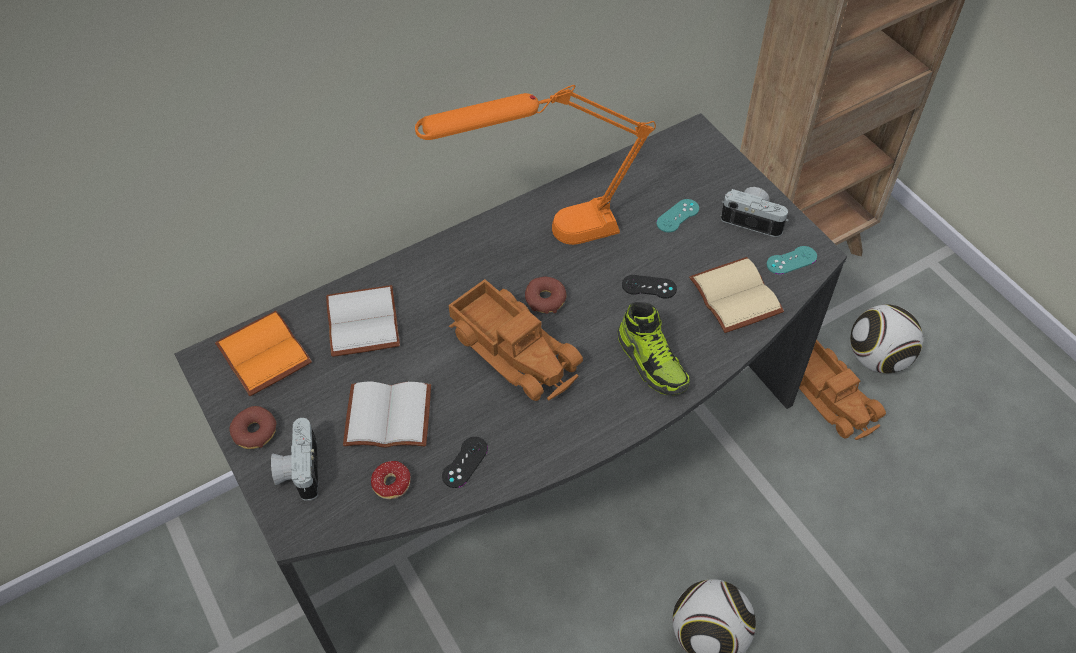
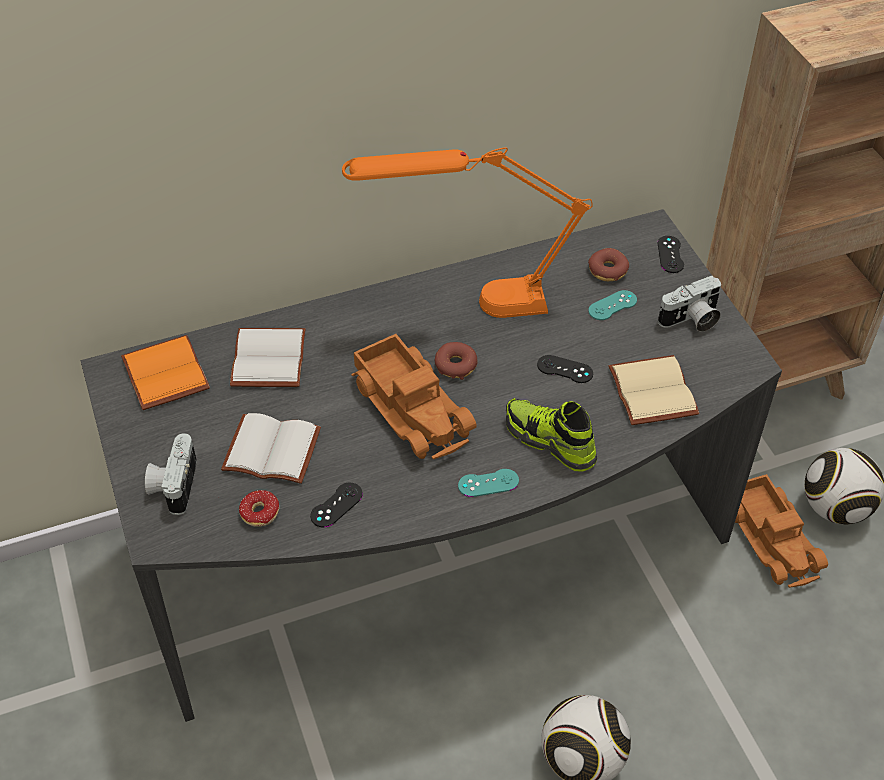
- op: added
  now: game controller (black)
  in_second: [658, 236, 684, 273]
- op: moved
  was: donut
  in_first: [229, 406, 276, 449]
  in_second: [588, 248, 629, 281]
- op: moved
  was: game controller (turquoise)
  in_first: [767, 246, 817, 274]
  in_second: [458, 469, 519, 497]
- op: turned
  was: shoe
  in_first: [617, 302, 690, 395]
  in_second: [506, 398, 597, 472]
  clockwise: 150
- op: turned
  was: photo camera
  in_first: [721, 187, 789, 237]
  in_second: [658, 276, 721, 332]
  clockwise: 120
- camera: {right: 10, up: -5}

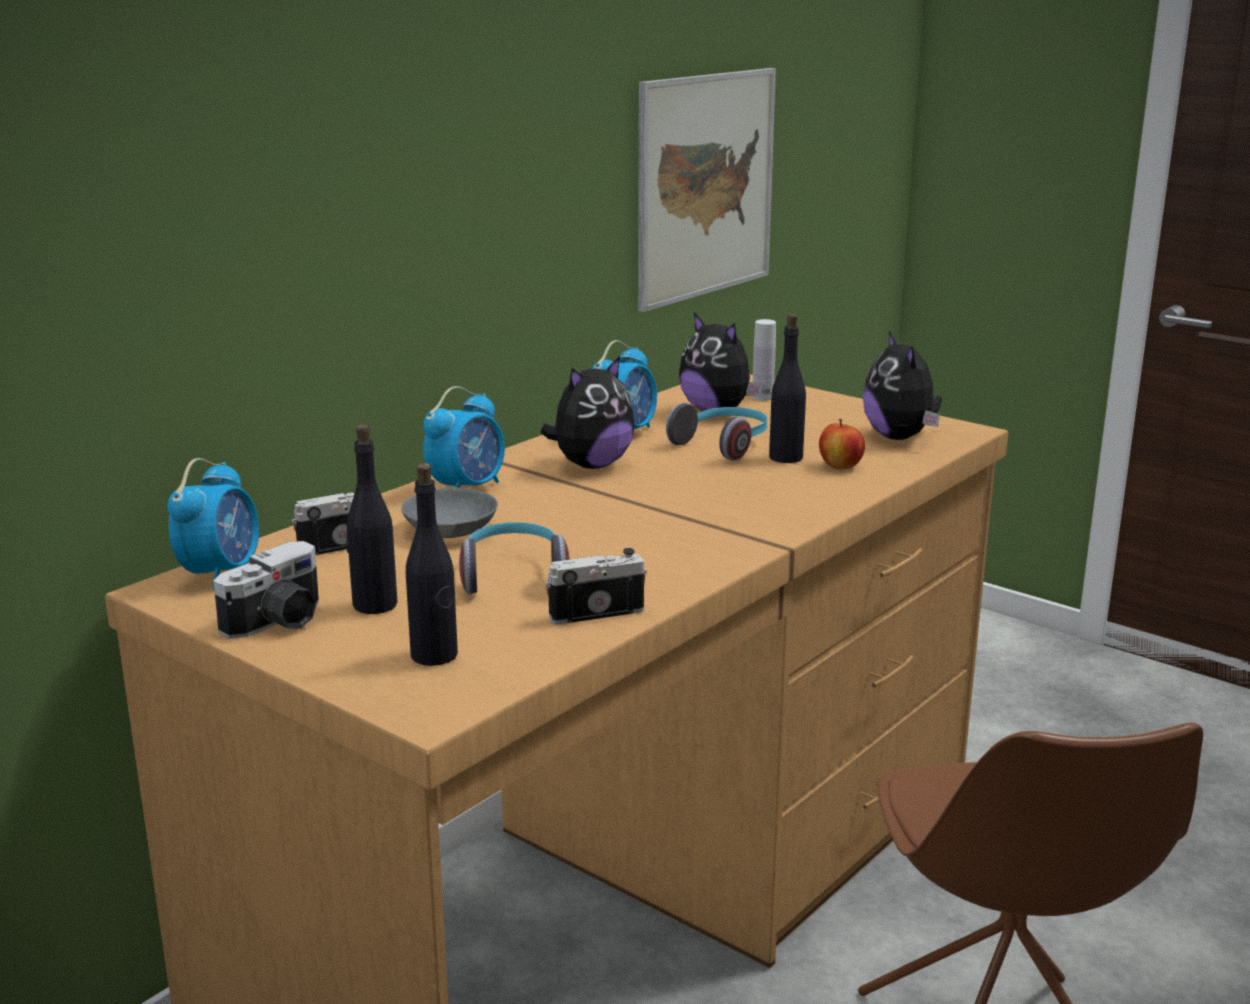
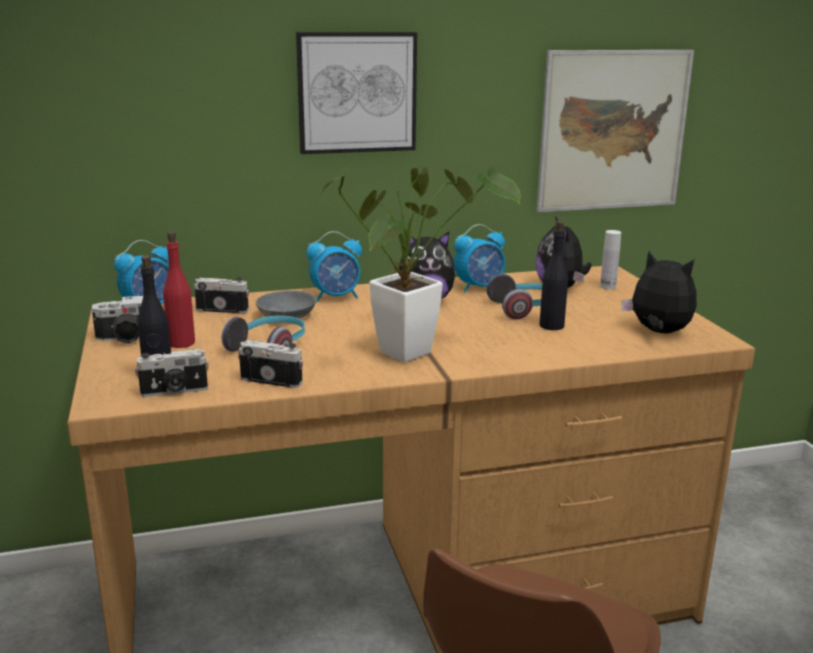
- op: removed
  was: apple
  in_first: [819, 419, 865, 469]
- op: added
  now: photo camera
  in_second: [135, 349, 209, 397]
- op: added
  now: picture
  in_second: [296, 32, 417, 154]
- op: added
  now: potted plant
  in_second: [317, 166, 521, 362]
- op: recoloured
  was: bottle (black)
  now: bottle (red)
  in_first: [346, 425, 397, 614]
  in_second: [163, 232, 195, 348]
- op: turned
  was: plush toy
  in_first: [863, 331, 942, 440]
  in_second: [621, 251, 697, 333]
  clockwise: 105
- camera: {right: 35, up: 0}

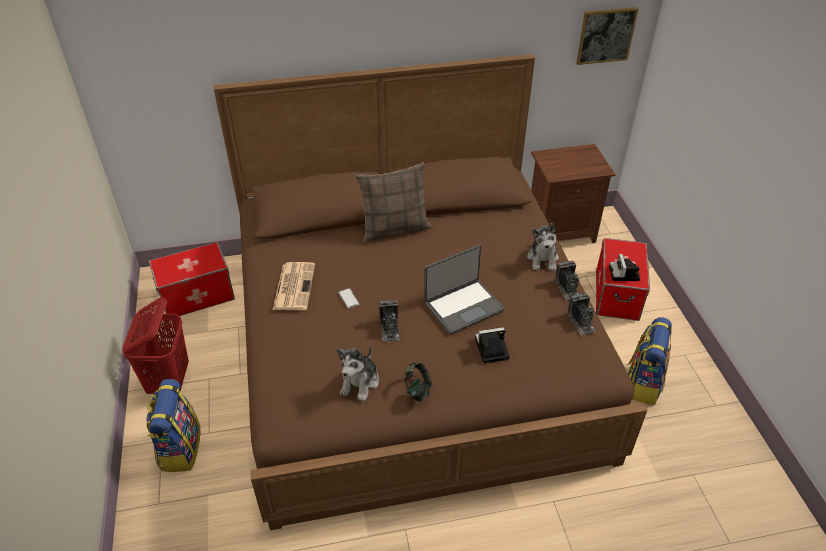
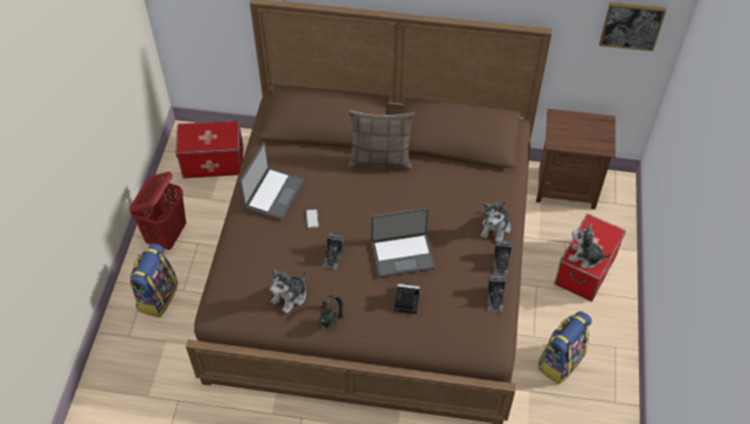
- op: replaced
  was: newspaper
  now: laptop
  in_first: [273, 262, 315, 310]
  in_second: [239, 142, 304, 220]
- op: replaced
  was: photo camera
  now: plush toy
  in_first: [609, 254, 640, 281]
  in_second: [568, 223, 611, 268]
- camera: {right: 20, up: 10}

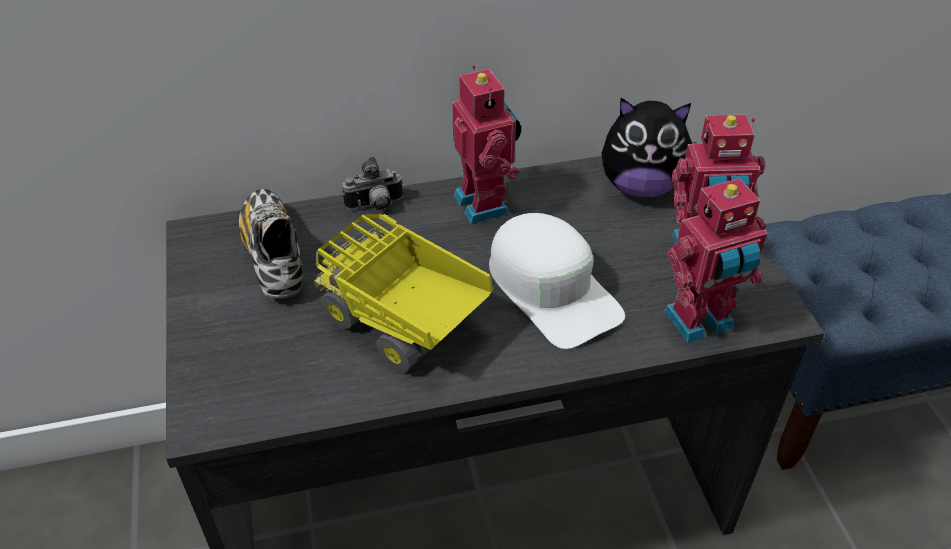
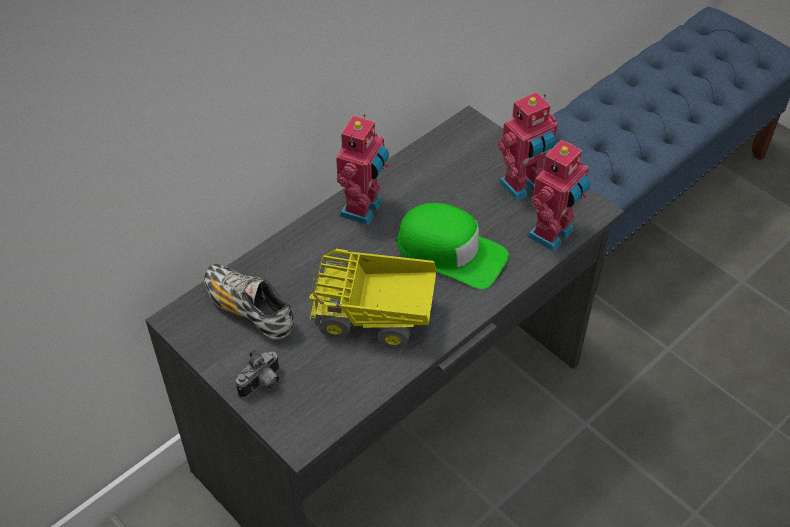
- op: removed
  was: plush toy
  in_first: [602, 98, 692, 198]
- op: moved
  was: photo camera
  in_first: [342, 156, 403, 210]
  in_second: [236, 349, 279, 398]
- op: recoloured
  was: cap (white)
  now: cap (green)
  in_first: [489, 213, 625, 349]
  in_second: [396, 203, 509, 289]
- op: turned
  was: toy robot
  in_first: [452, 65, 521, 224]
  in_second: [336, 114, 389, 225]
  clockwise: 75
- camera: {right: -30, up: 5}

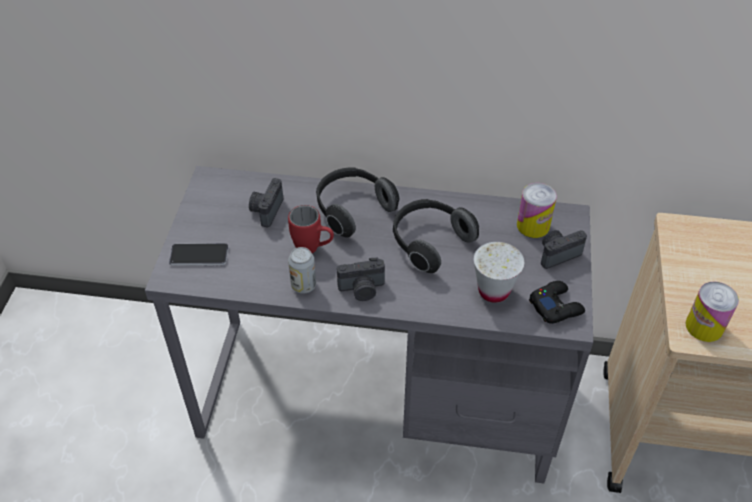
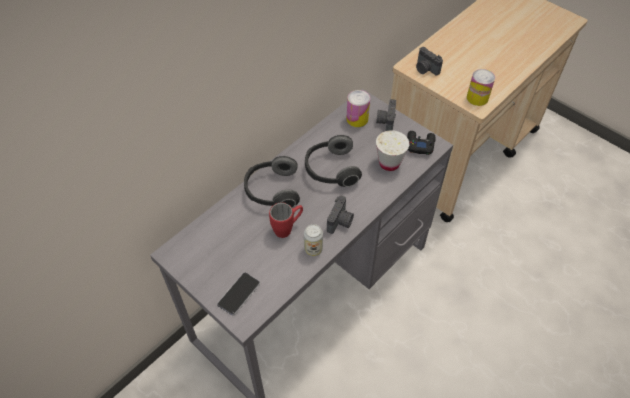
- op: moved
  was: photo camera
  in_first: [249, 178, 283, 228]
  in_second: [416, 47, 443, 76]
- camera: {right: -55, up: 5}

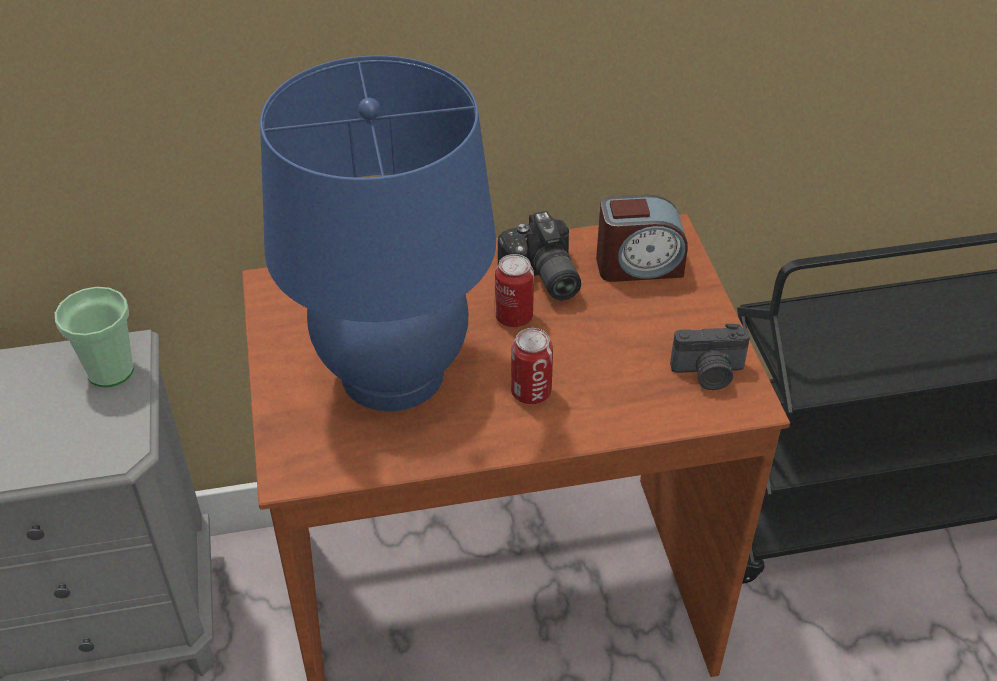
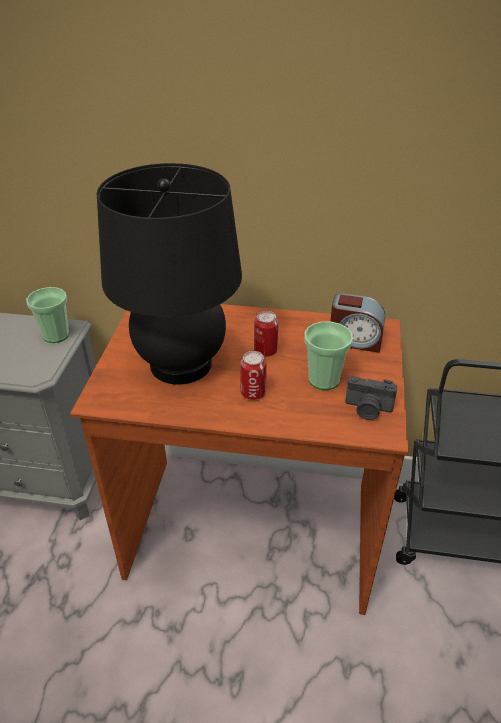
- op: removed
  was: photo camera
  in_first: [498, 211, 581, 300]
- op: added
  now: cup
  in_second: [304, 321, 353, 390]
- op: recoloured
  was: table lamp (blue)
  now: table lamp (black)
  in_first: [260, 56, 496, 411]
  in_second: [97, 163, 242, 385]
- camera: {right: 20, up: -5}

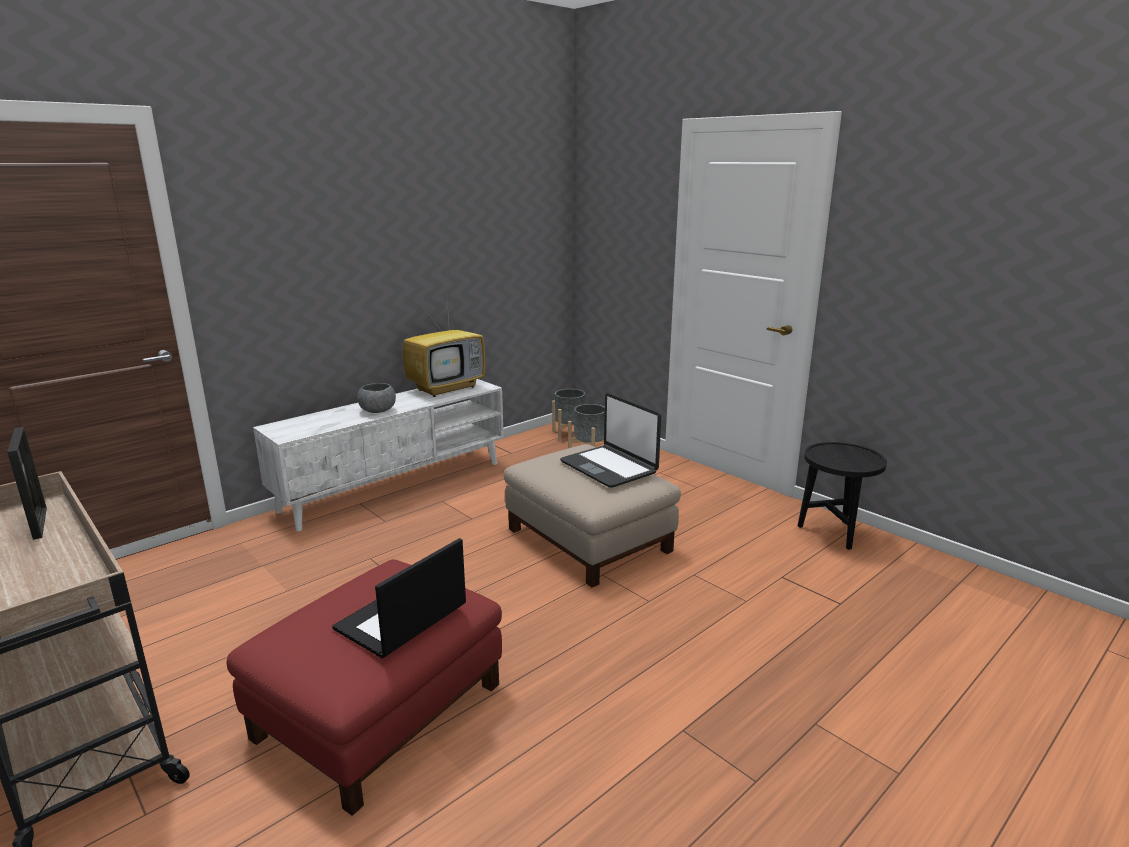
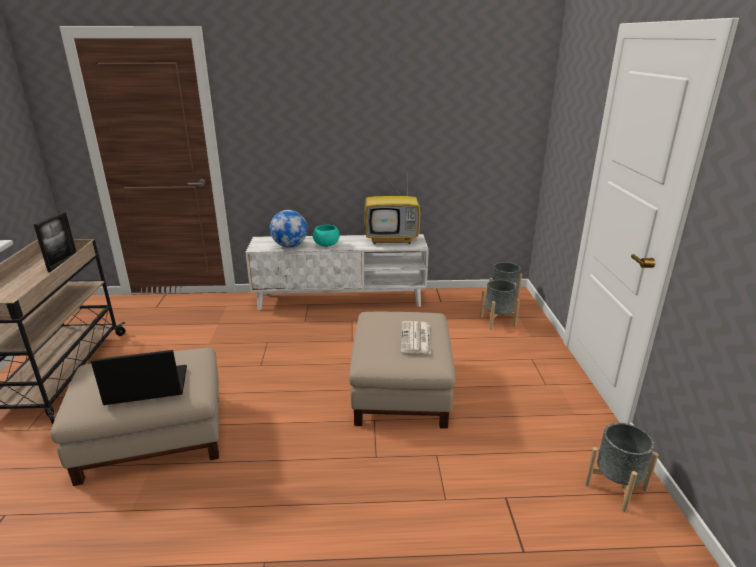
- op: added
  now: globe
  in_second: [270, 210, 308, 248]
- op: replaced
  was: laptop
  now: newspaper
  in_first: [560, 393, 661, 488]
  in_second: [401, 321, 431, 354]
- op: replaced
  was: side table (black)
  now: planter (grey)
  in_first: [798, 442, 887, 550]
  in_second: [584, 423, 659, 512]
- op: recoloured
  was: ottoman (red)
  now: ottoman (beige)
  in_first: [227, 559, 502, 816]
  in_second: [50, 348, 219, 486]
- op: recoloured
  was: bowl (grey)
  now: bowl (turquoise)
  in_first: [357, 383, 396, 413]
  in_second: [313, 225, 340, 247]
- camera: {right: 40, up: 5}

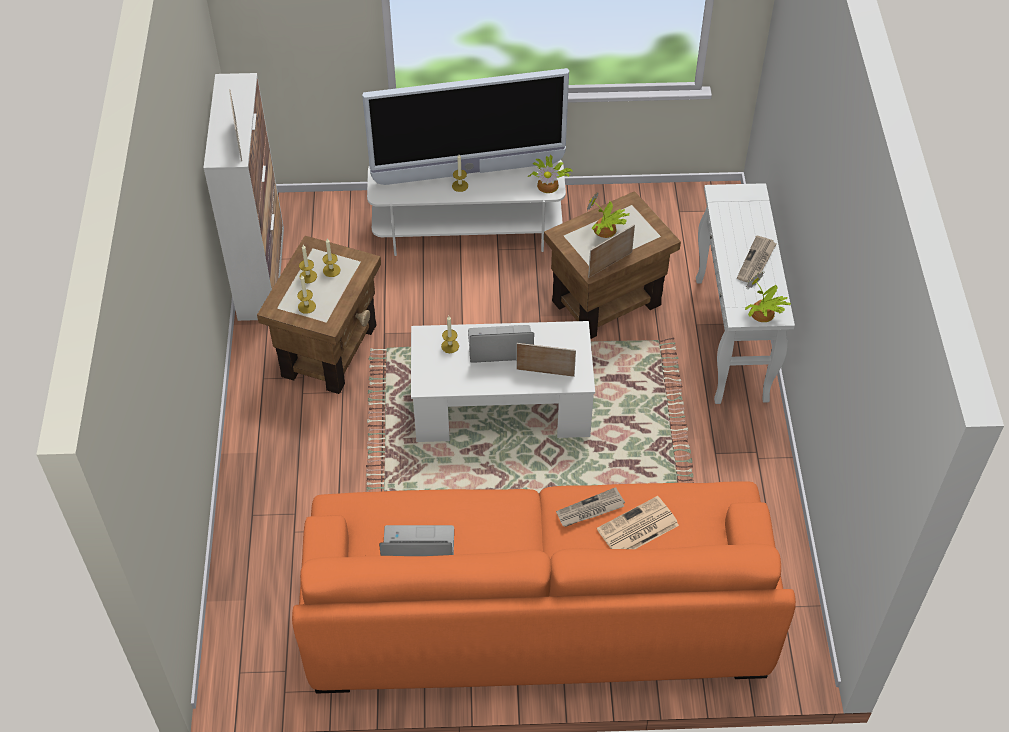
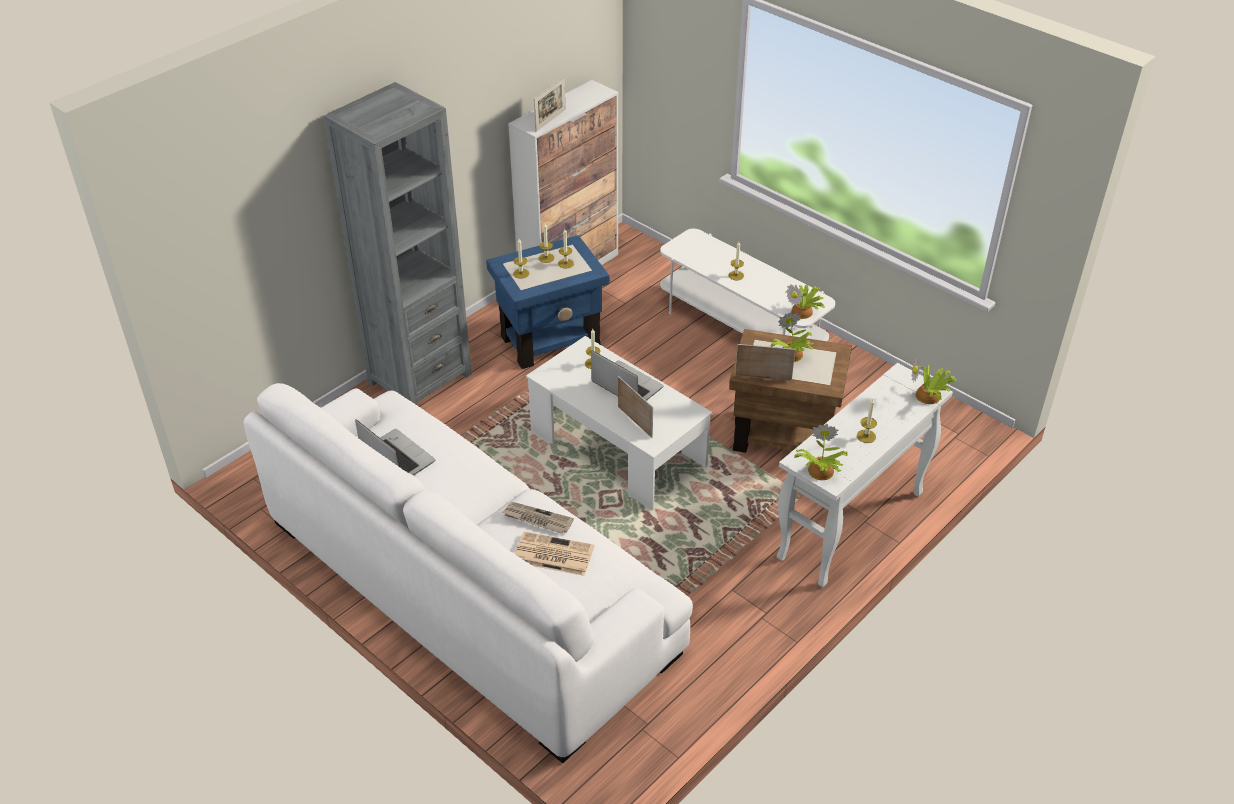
- op: removed
  was: television
  in_first: [362, 68, 569, 185]
- op: added
  now: bookcase (grey)
  in_second: [323, 82, 472, 405]
- op: added
  now: potted plant
  in_second: [911, 358, 957, 404]
- op: replaced
  was: newspaper
  now: candle
  in_first: [737, 235, 776, 283]
  in_second: [857, 399, 877, 443]
- op: recoloured
  was: side table (brown)
  now: side table (blue)
  in_first: [257, 236, 381, 394]
  in_second: [486, 235, 609, 369]
- op: recoloured
  was: sofa (orange)
  now: sofa (white)
  in_first: [292, 481, 796, 694]
  in_second: [243, 383, 693, 763]
- camera: {right: 45, up: -10}

